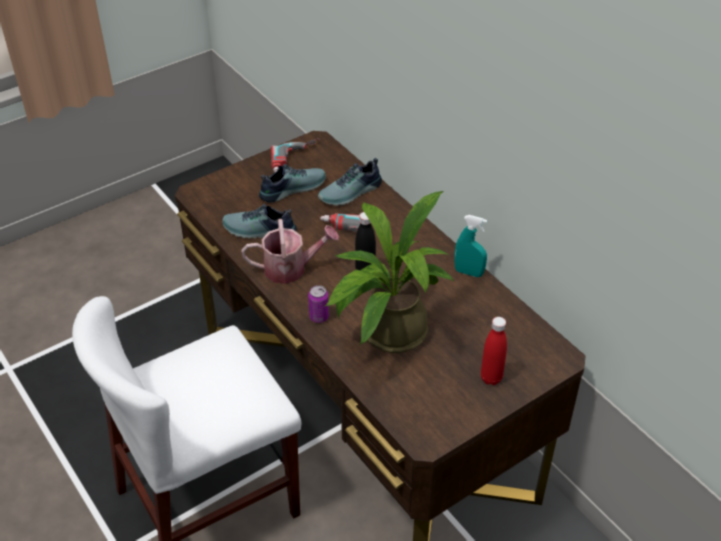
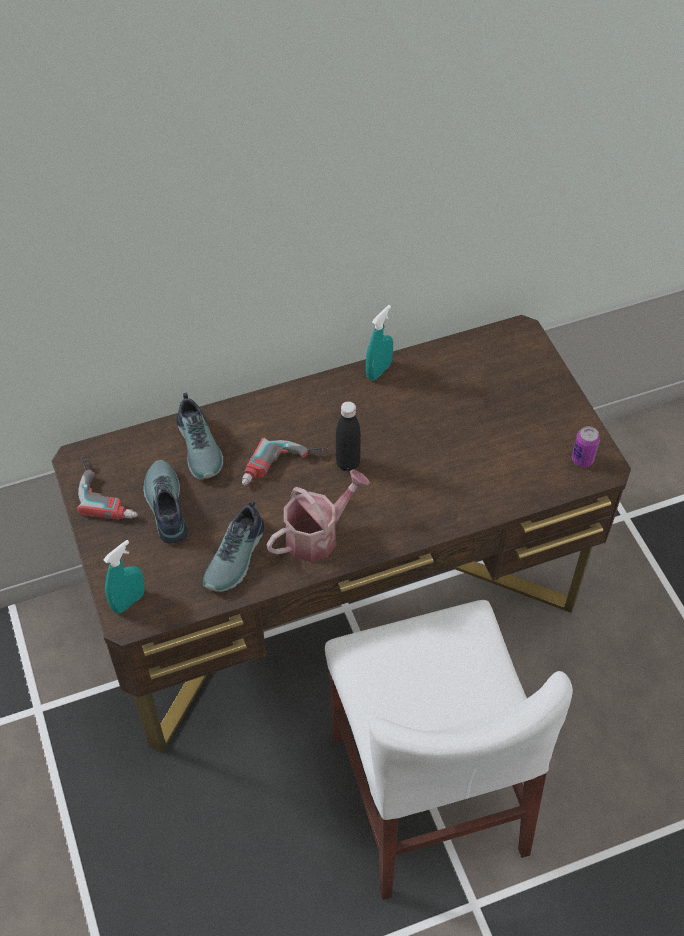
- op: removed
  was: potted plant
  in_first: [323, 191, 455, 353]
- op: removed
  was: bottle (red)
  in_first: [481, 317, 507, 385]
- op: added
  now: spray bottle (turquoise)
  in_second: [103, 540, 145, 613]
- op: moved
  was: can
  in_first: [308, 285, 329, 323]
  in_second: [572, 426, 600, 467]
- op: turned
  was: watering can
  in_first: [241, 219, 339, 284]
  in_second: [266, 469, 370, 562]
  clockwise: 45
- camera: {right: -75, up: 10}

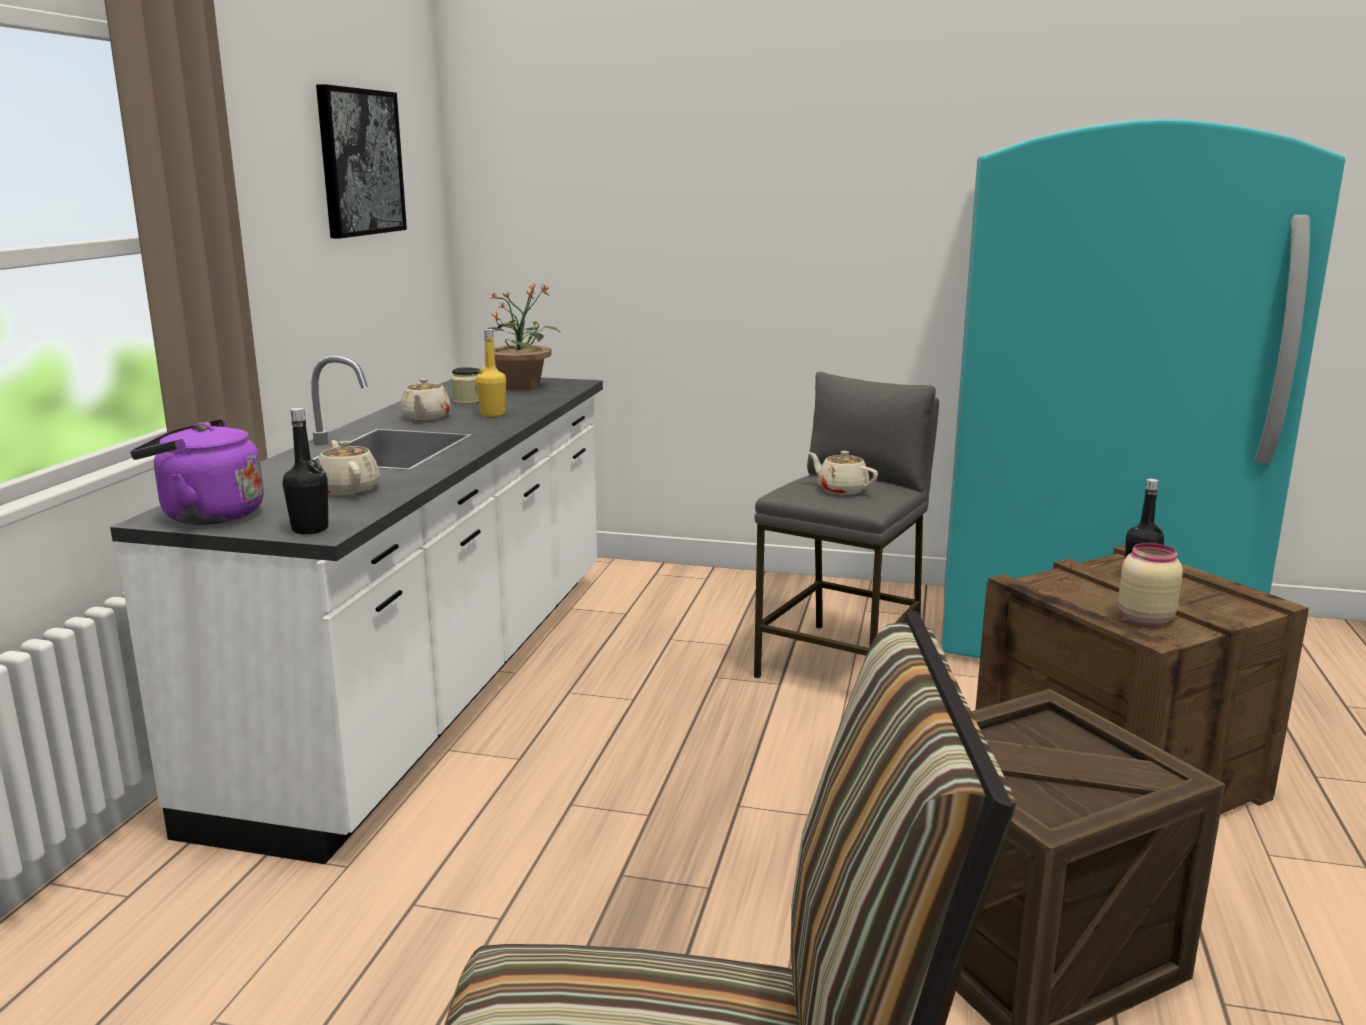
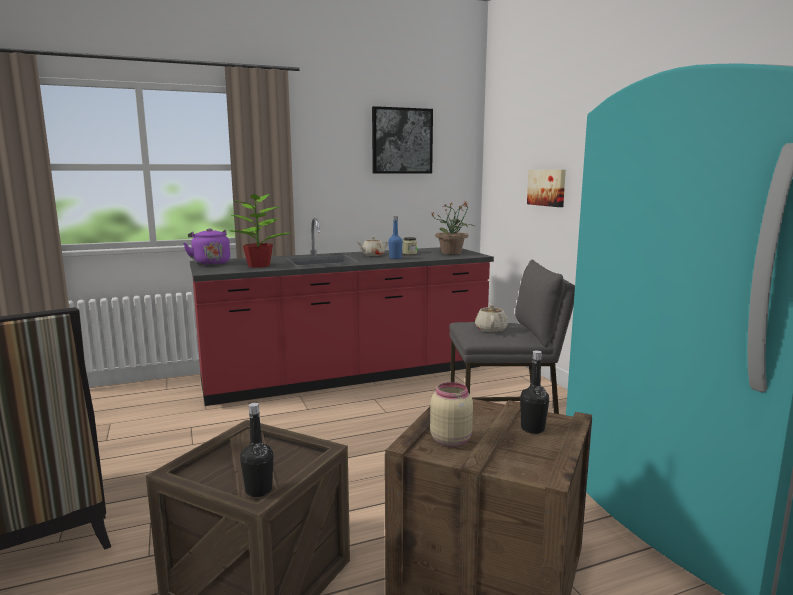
- op: added
  now: picture
  in_second: [527, 170, 566, 207]
- op: moved
  was: bottle (black)
  in_first: [283, 408, 328, 534]
  in_second: [240, 403, 273, 497]
- op: replaced
  was: teapot (beige)
  now: potted plant
  in_first: [317, 440, 380, 495]
  in_second: [229, 194, 291, 268]
- op: recoloured
  was: counter (white)
  now: counter (red)
  in_first: [110, 355, 603, 864]
  in_second: [190, 218, 494, 406]
- op: recoloured
  was: bottle (yellow)
  now: bottle (blue)
  in_first: [476, 329, 506, 417]
  in_second: [388, 216, 403, 259]
- camera: {right: 55, up: -5}

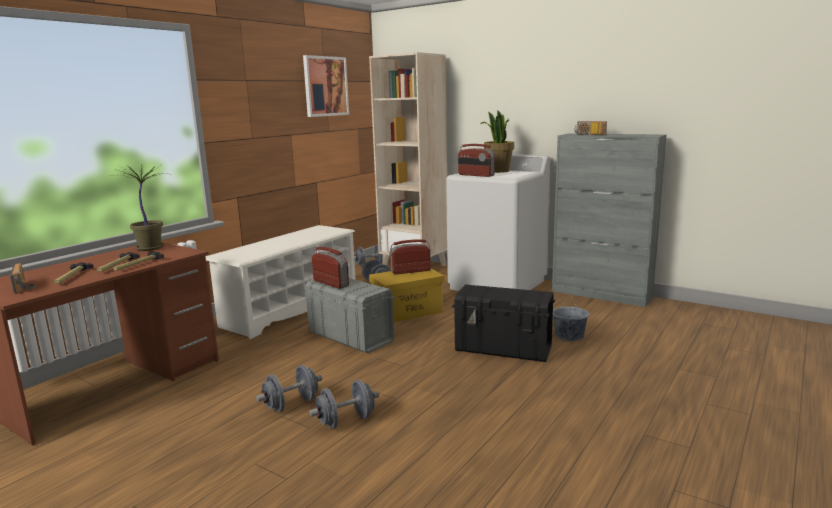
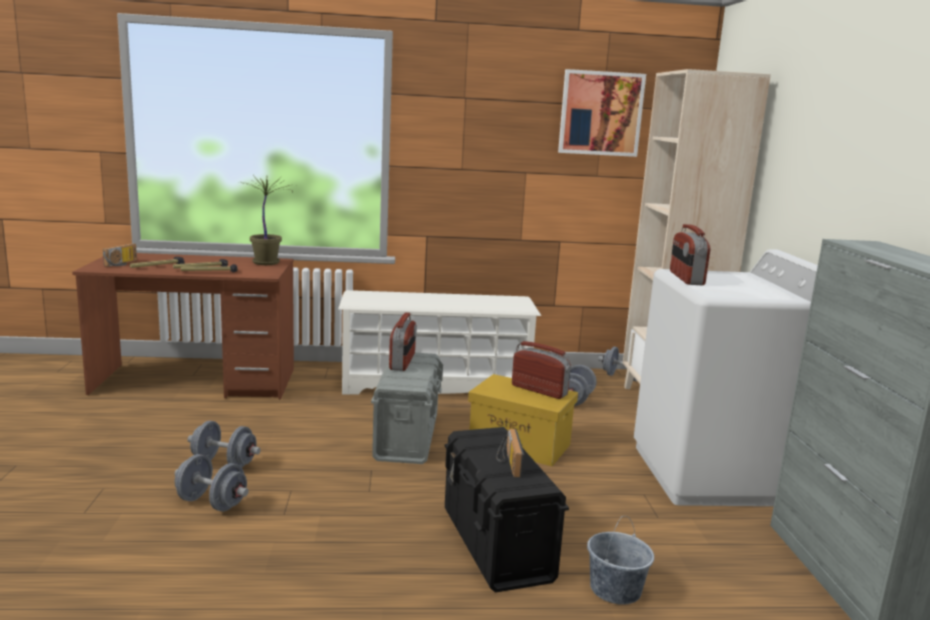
- op: removed
  was: potted plant
  in_first: [480, 111, 514, 173]
- op: moved
  was: radio
  in_first: [575, 121, 607, 135]
  in_second: [497, 429, 524, 478]
- camera: {right: 50, up: 0}

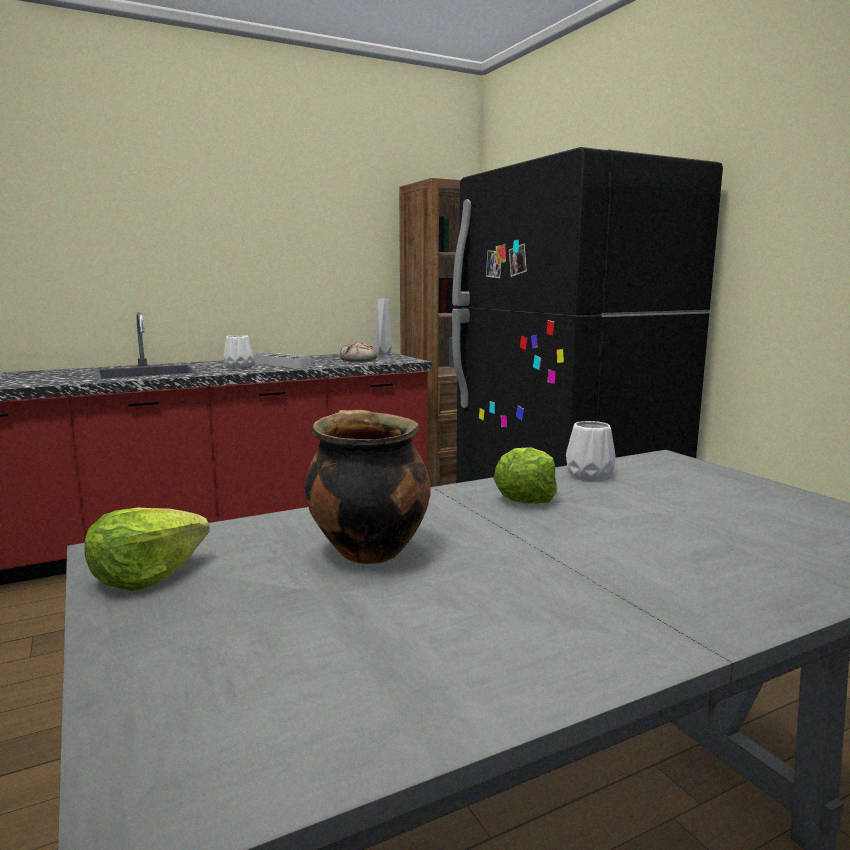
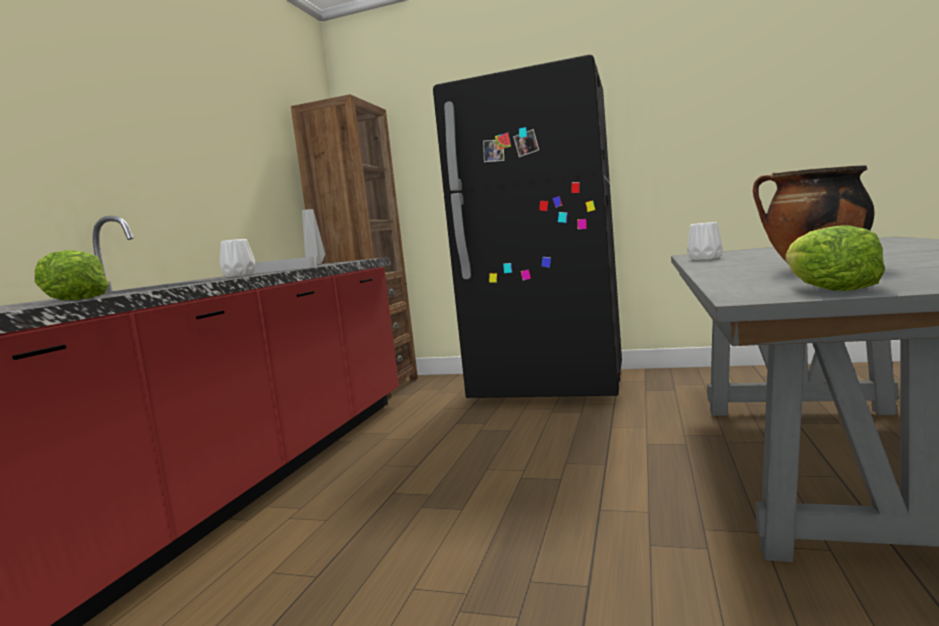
- op: removed
  was: bread
  in_first: [340, 342, 377, 362]
- op: moved
  was: lettuce
  in_first: [493, 447, 557, 504]
  in_second: [35, 250, 109, 300]
- camera: {right: -45, up: -5}

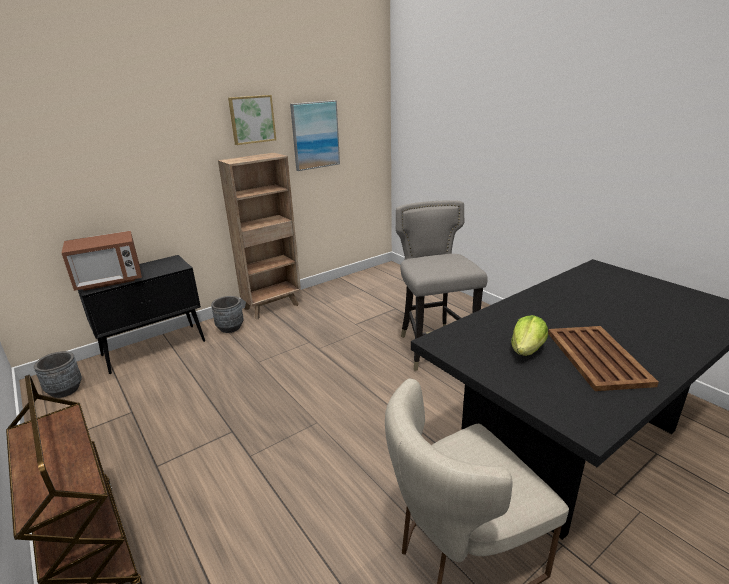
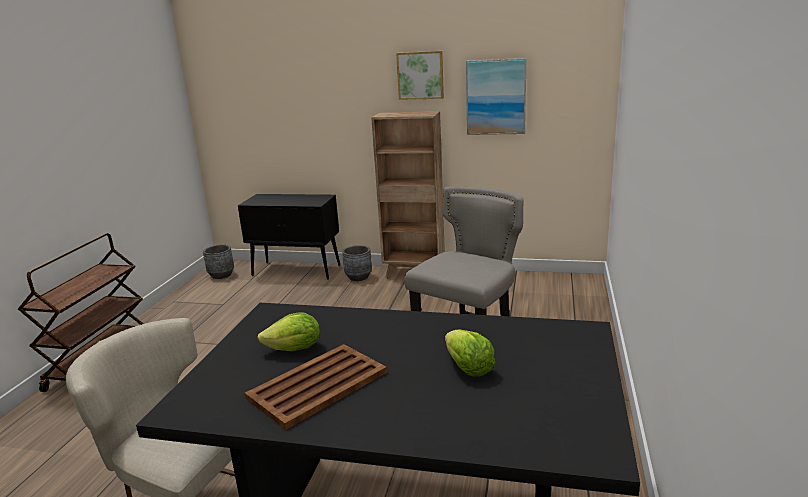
- op: removed
  was: microwave
  in_first: [61, 231, 142, 291]
- op: added
  now: lettuce
  in_second: [445, 329, 495, 377]
- camera: {right: 50, up: -5}

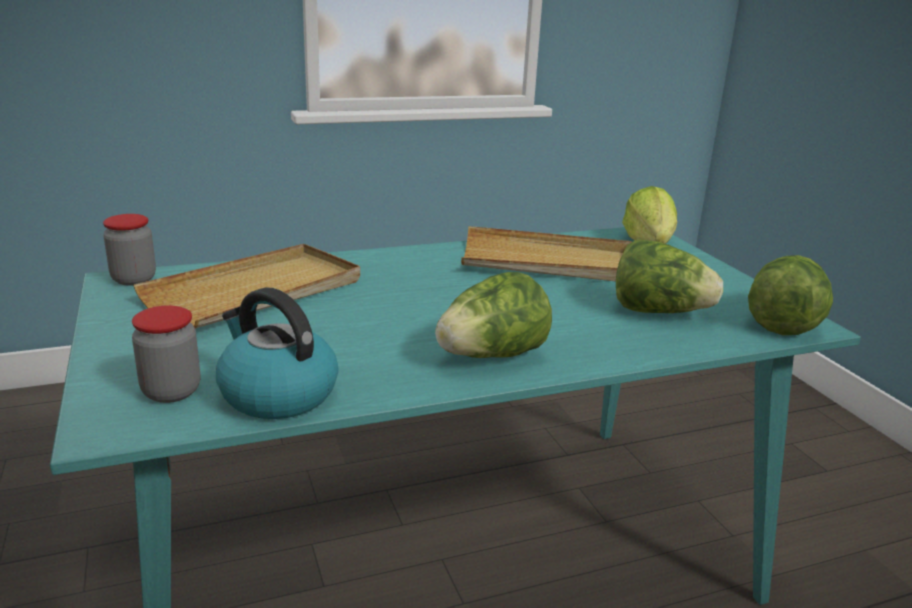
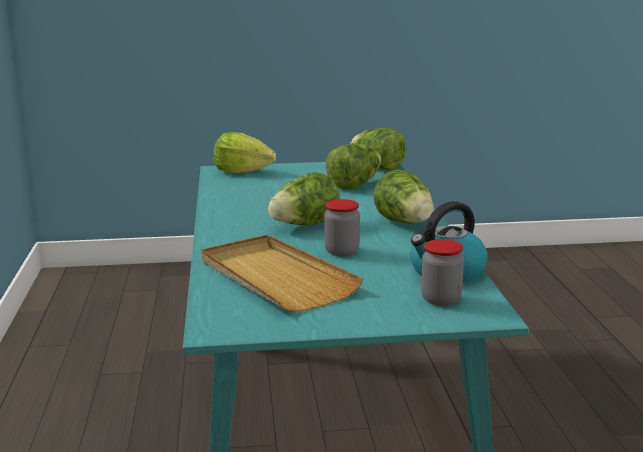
- op: removed
  was: tray (beige)
  in_first: [461, 226, 632, 282]
- op: added
  now: lettuce
  in_second: [268, 173, 340, 225]
- op: moved
  was: jar
  in_first: [103, 214, 156, 286]
  in_second: [324, 199, 360, 257]
- camera: {right: -75, up: -5}

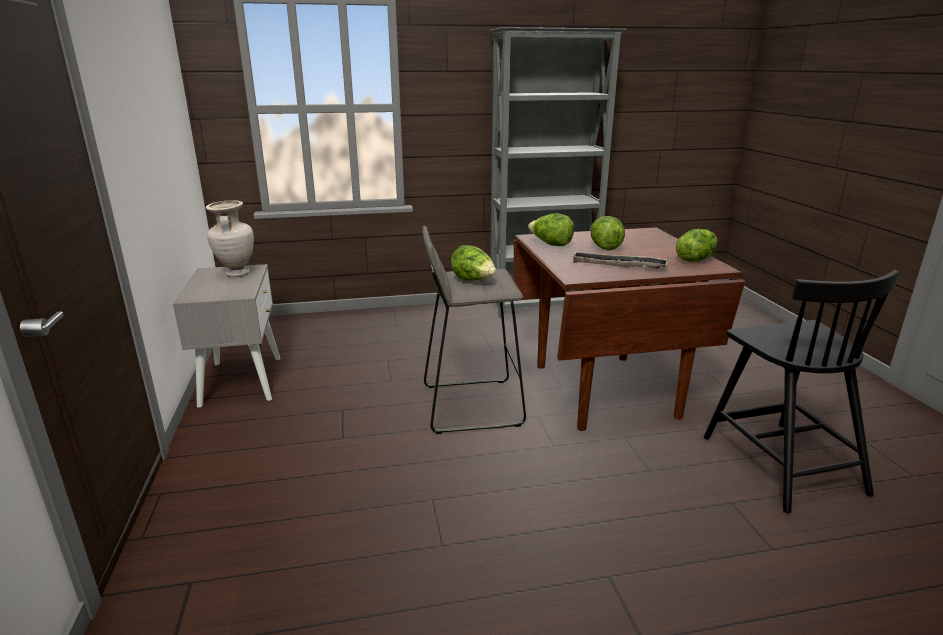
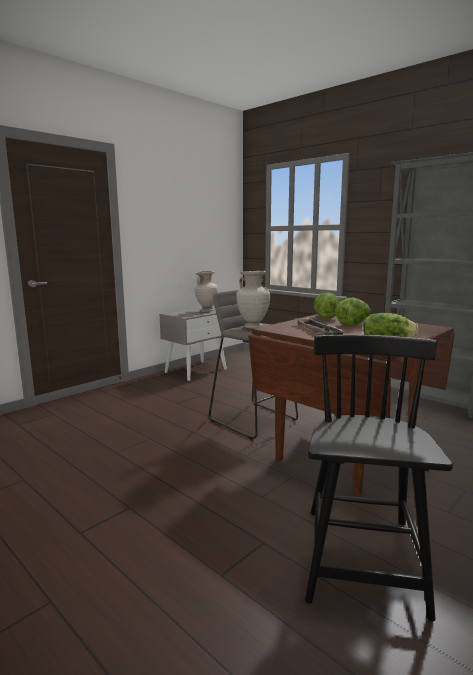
- op: replaced
  was: lettuce
  now: vase (beige)
  in_first: [451, 245, 496, 281]
  in_second: [236, 271, 270, 329]
- op: turned
  was: chair (black)
  in_first: [704, 270, 900, 513]
  in_second: [305, 335, 453, 621]
  clockwise: 150
- camera: {right: 55, up: -10}

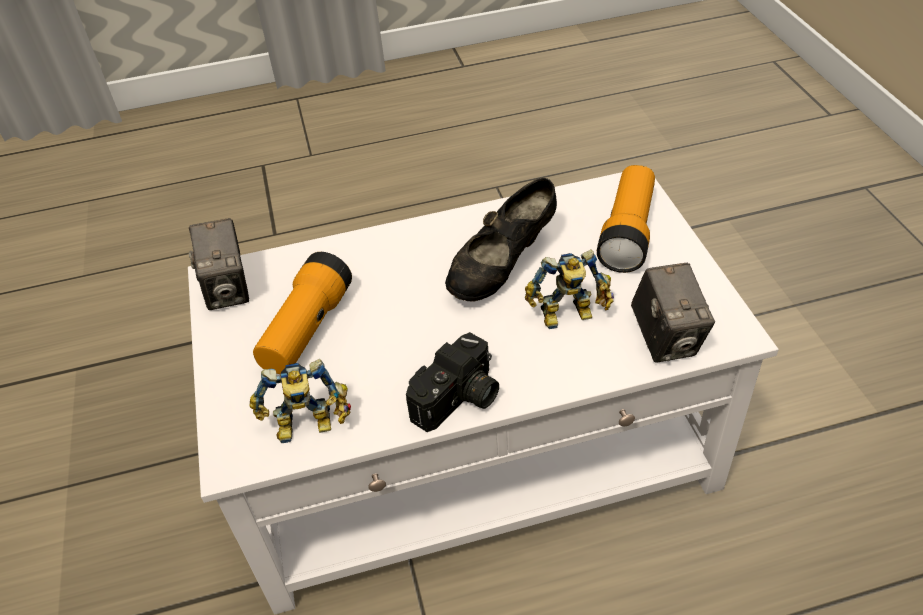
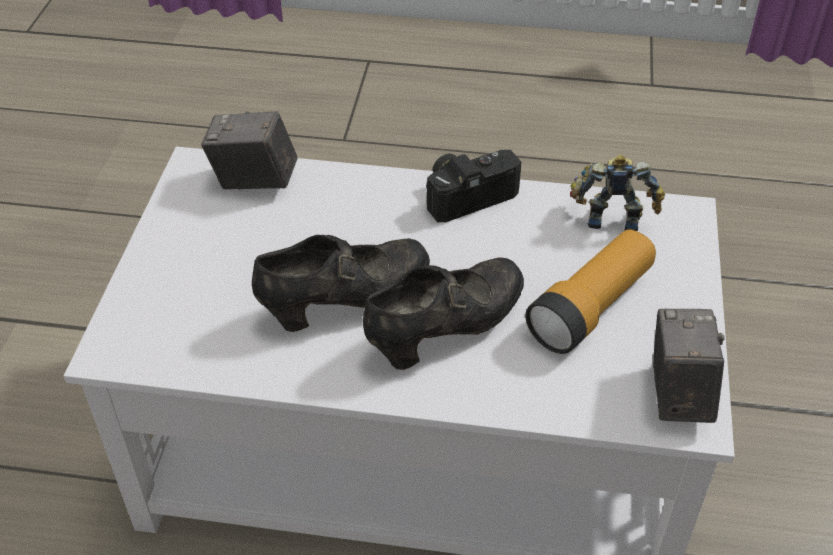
- op: removed
  was: toy robot
  in_first: [525, 250, 614, 329]
- op: removed
  was: flashlight
  in_first: [597, 165, 655, 273]
- op: added
  now: shoe (black)
  in_second: [363, 257, 524, 370]
- op: turned
  was: photo camera
  in_first: [631, 263, 715, 363]
  in_second: [201, 111, 298, 190]
  clockwise: -90
- camera: {right: -160, up: 0}

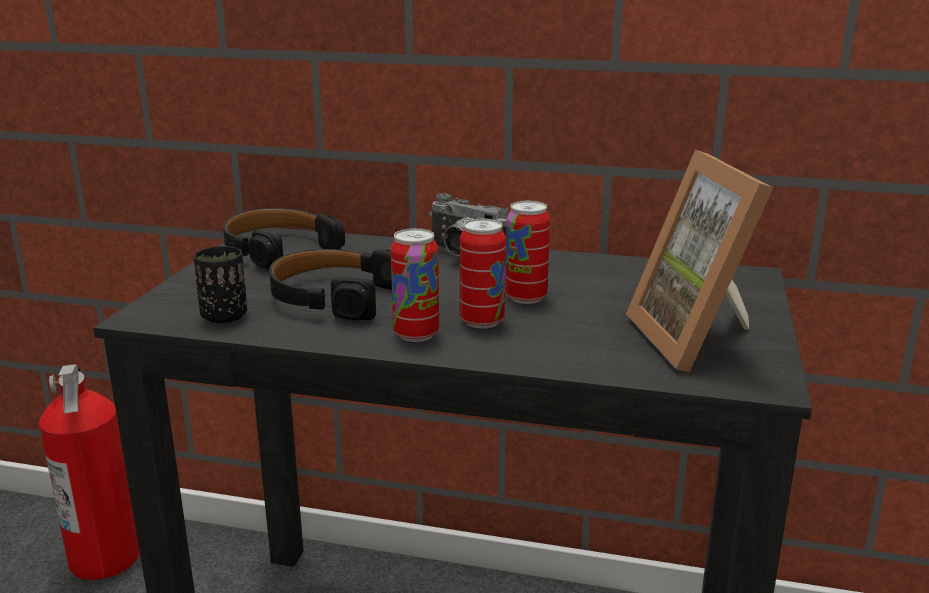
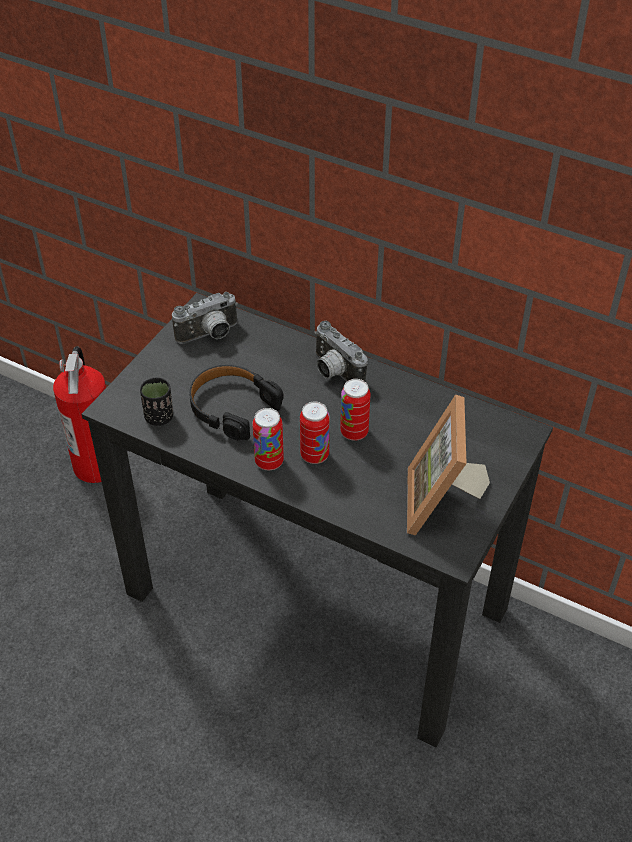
- op: replaced
  was: headphones (black)
  now: photo camera
  in_first: [223, 208, 345, 270]
  in_second: [172, 292, 238, 344]
- camera: {right: 15, up: 25}

